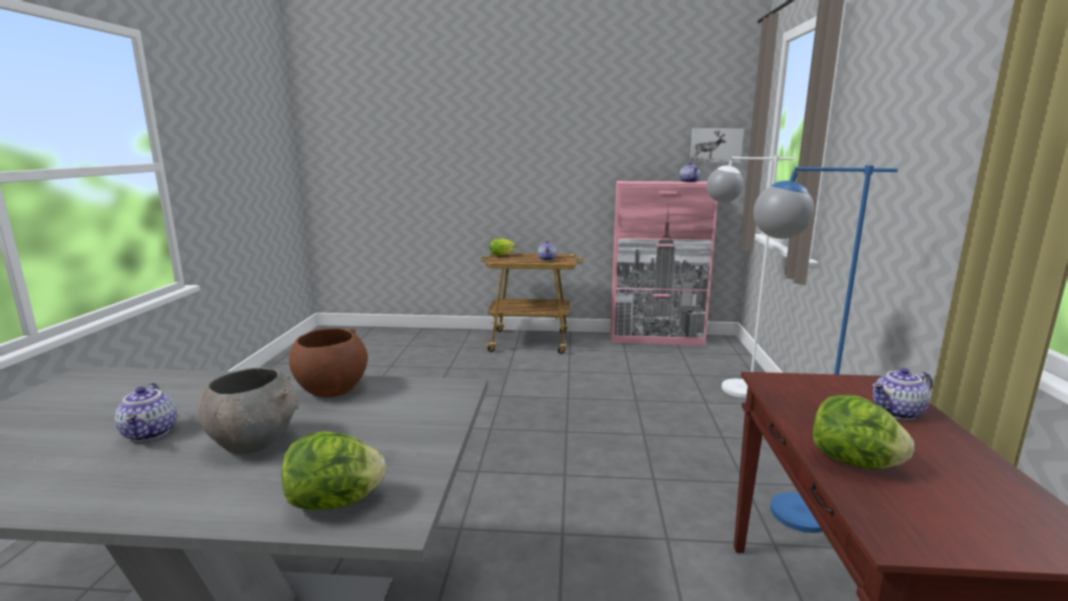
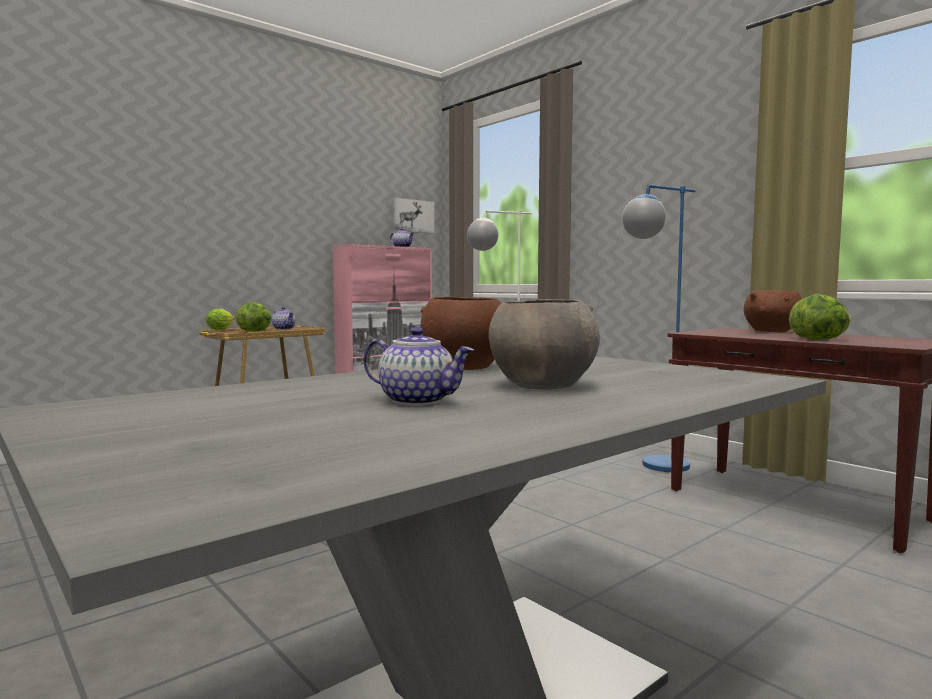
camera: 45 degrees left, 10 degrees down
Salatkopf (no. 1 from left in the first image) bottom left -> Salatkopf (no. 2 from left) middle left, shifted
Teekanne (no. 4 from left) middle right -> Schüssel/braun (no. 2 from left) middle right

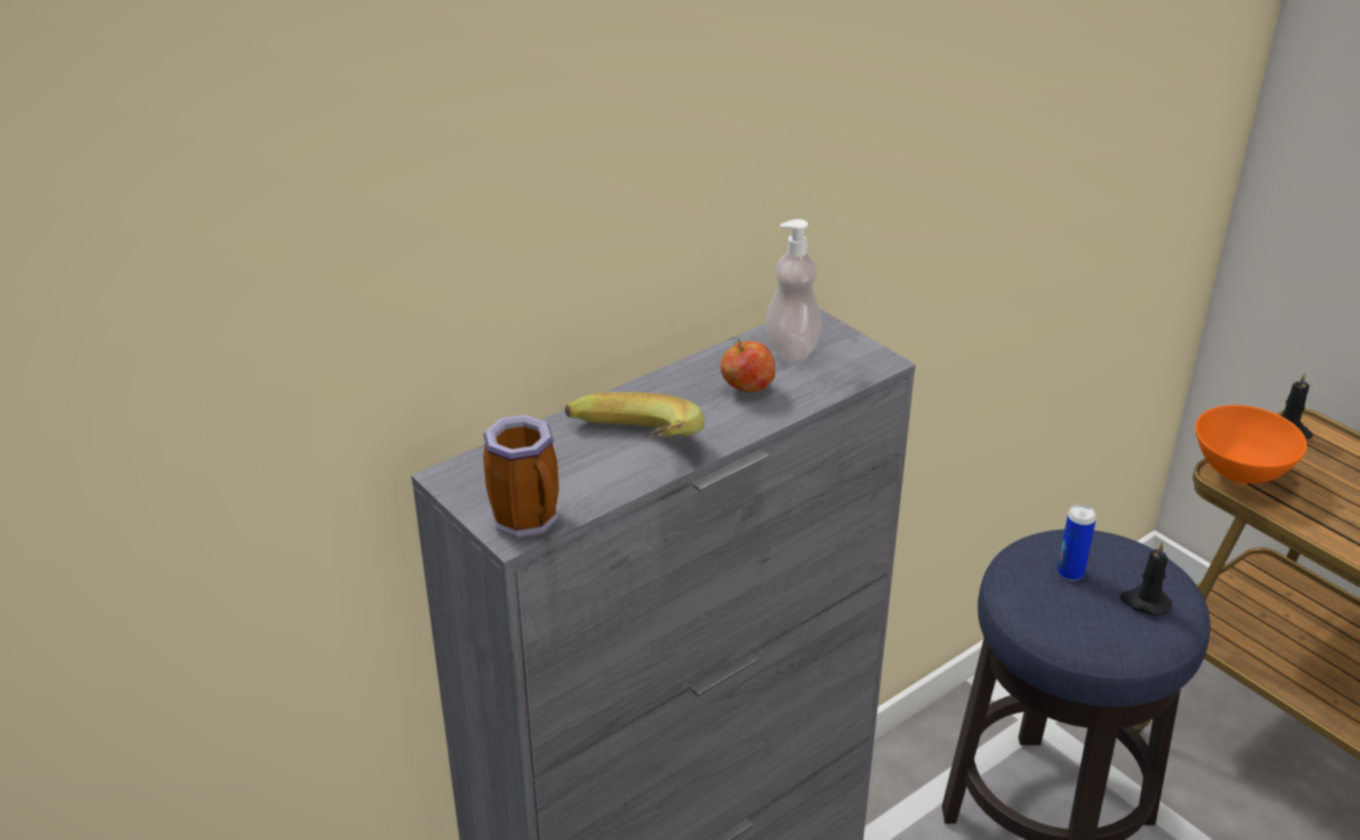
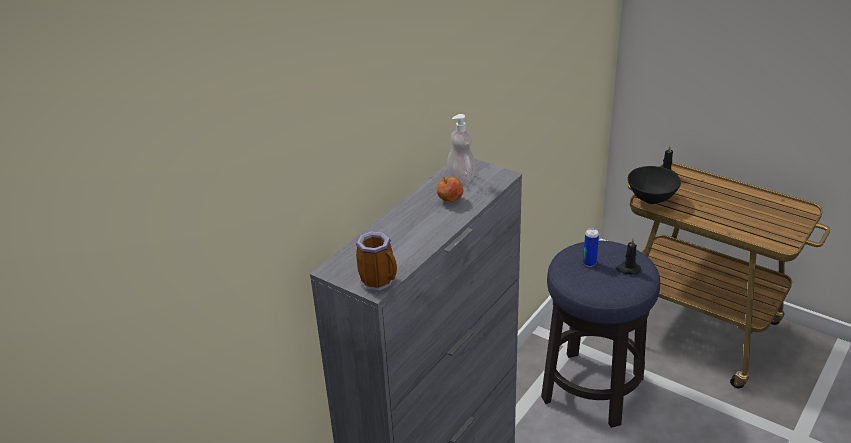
camera: 15 degrees left, 0 degrees up
Banane centre -> none
Schüssel/orange middle right -> Schüssel/schwarz middle right

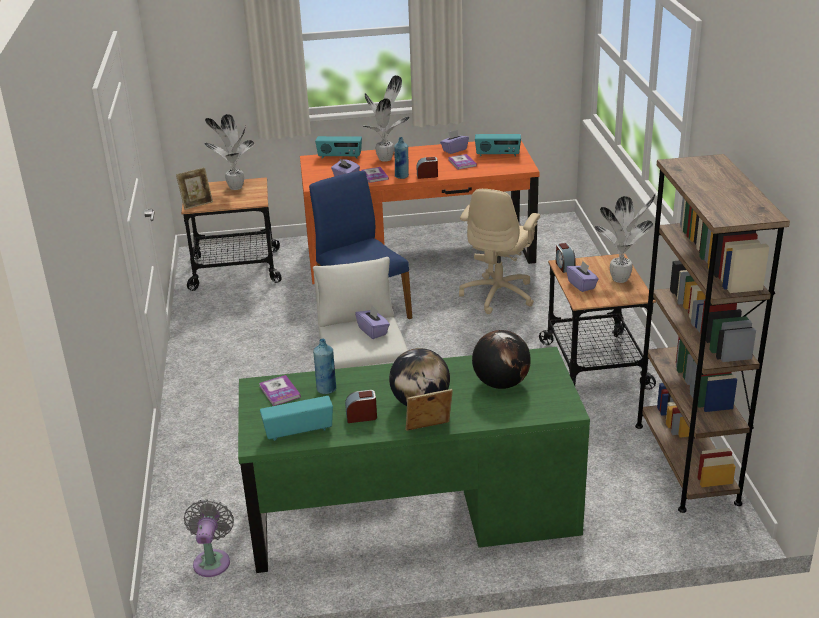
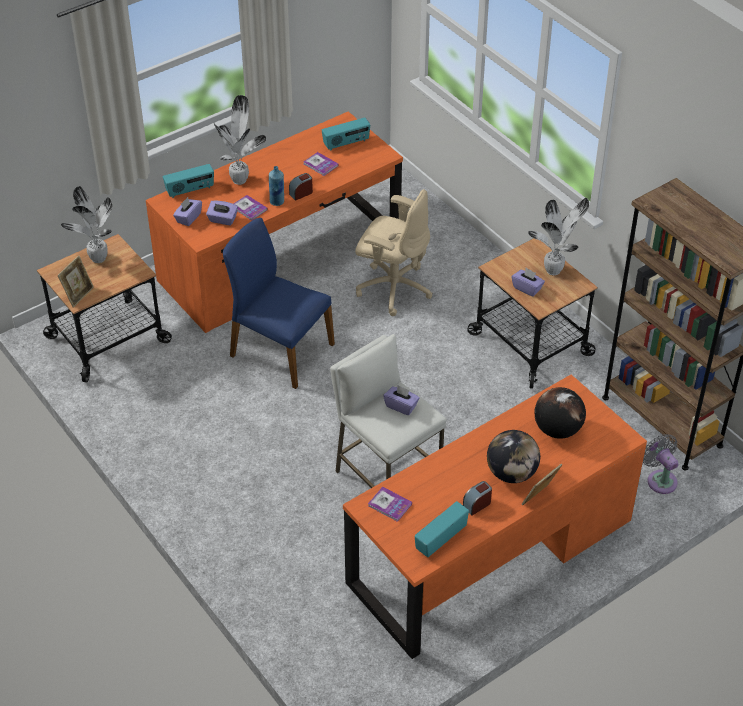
camera: 30 degrees left, 15 degrees up
Flasche/blau (no. 1 from left) centre -> none
Wecker (no. 3 from left) middle right -> none
Ventilator/grau bottom left -> Ventilator/grau middle right, shifted
Taschentuchbox/lila (no. 3 from left in the first image) top centre -> Taschentuchbox/lila (no. 1 from left) top left, shifted
Schreibtisch/grün bottom centre -> Schreibtisch/orange (no. 2 from left) bottom centre
Bürostuhl/beige centre, 60 degrees counterclockwise

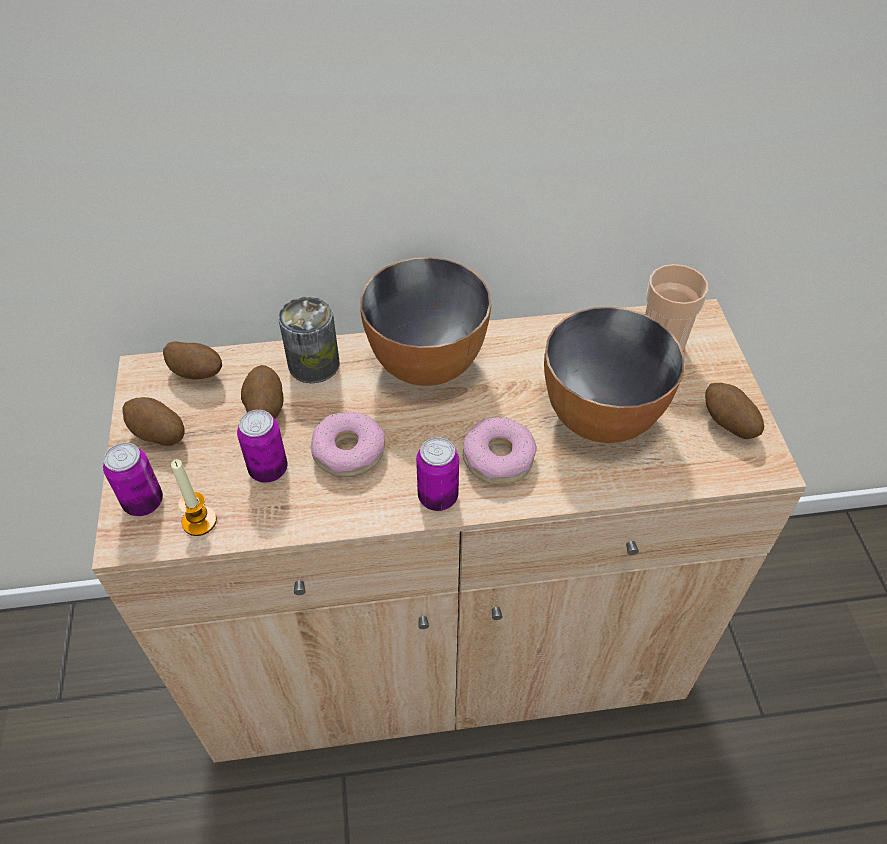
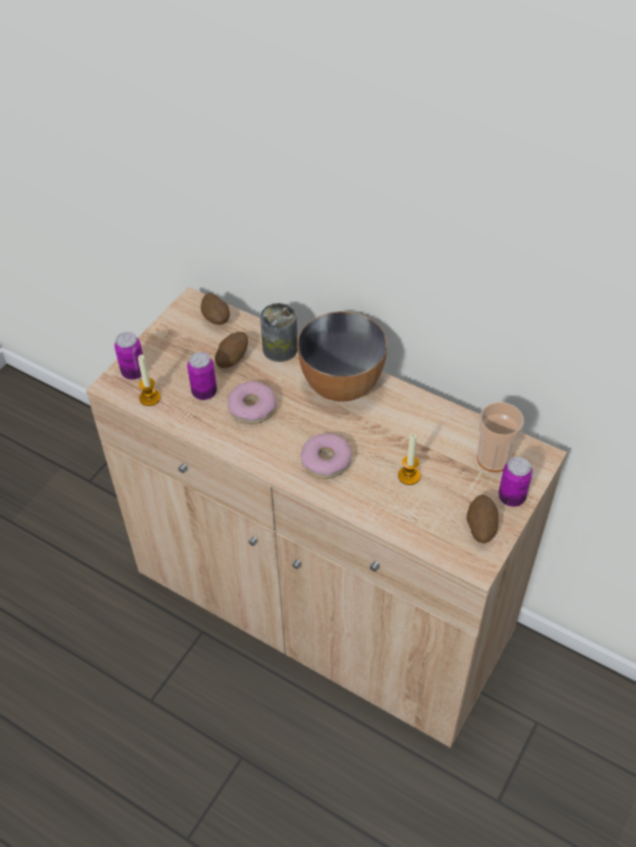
camera: 40 degrees right, 0 degrees up
Kartoffel (no. 1 from left) middle left -> none
Dose (no. 4 from left) centre -> Dose (no. 4 from left) middle right, shifted
Schüssel (no. 2 from left) middle right -> Kerze (no. 2 from left) centre

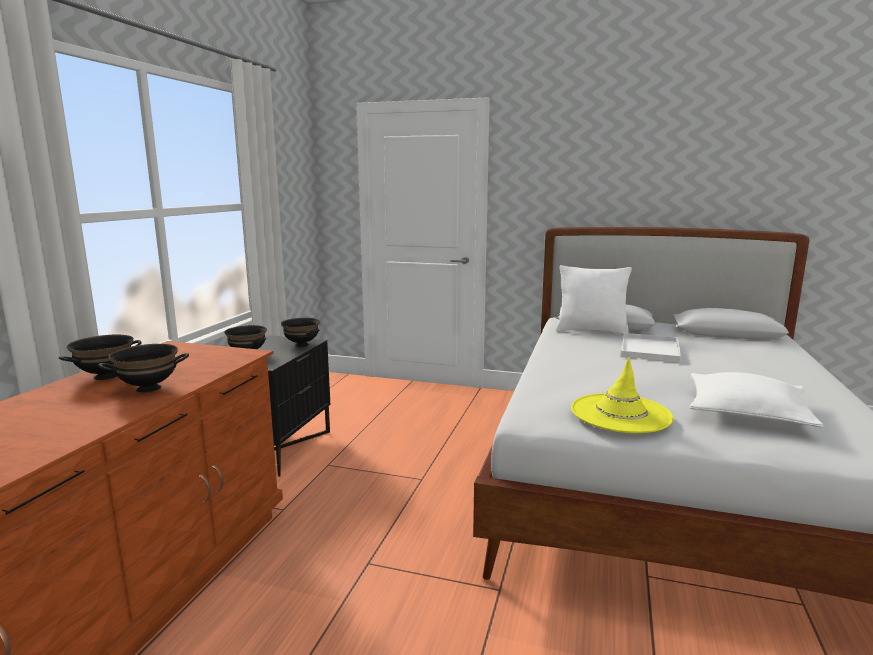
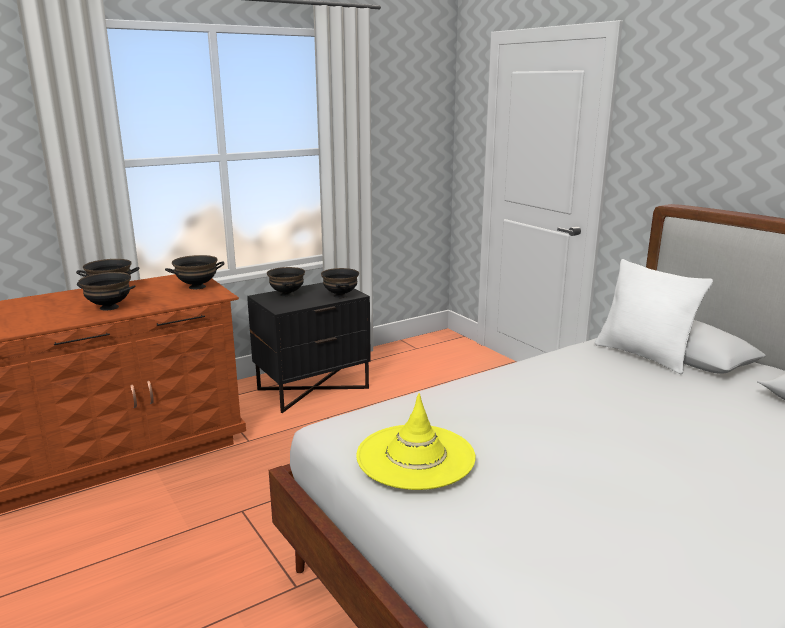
camera: 40 degrees right, 5 degrees up
Tablett/weiß middle right -> none
Kissen/weiß (no. 2 from left) middle right -> none
none -> Schüssel/schwarz (no. 3 from left) middle left

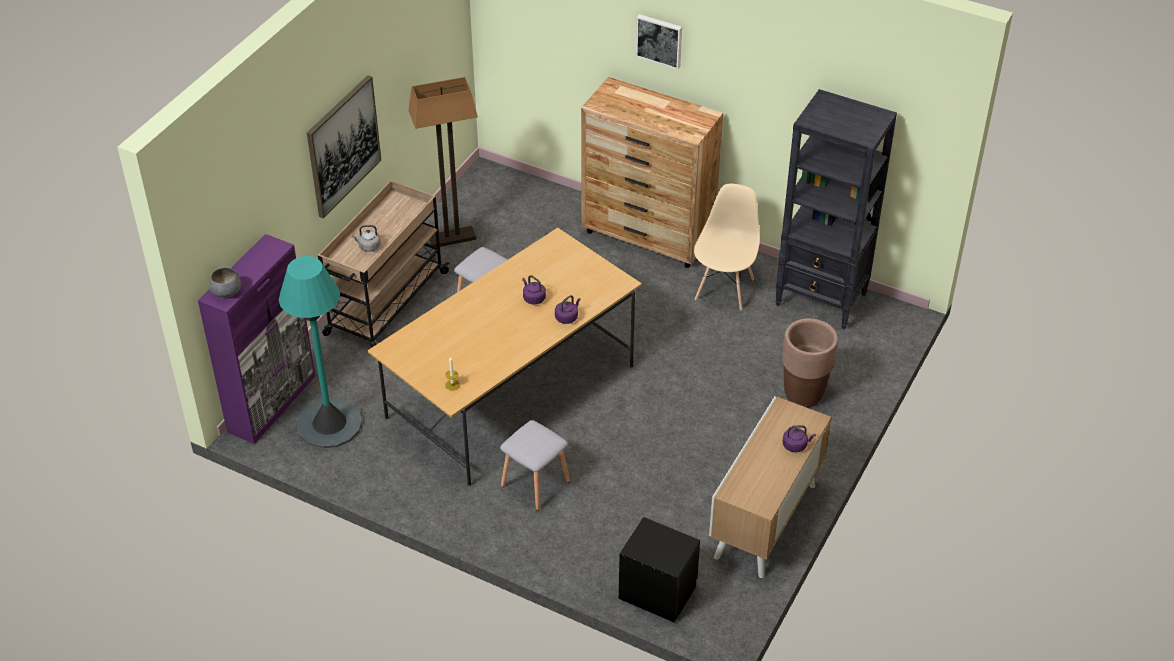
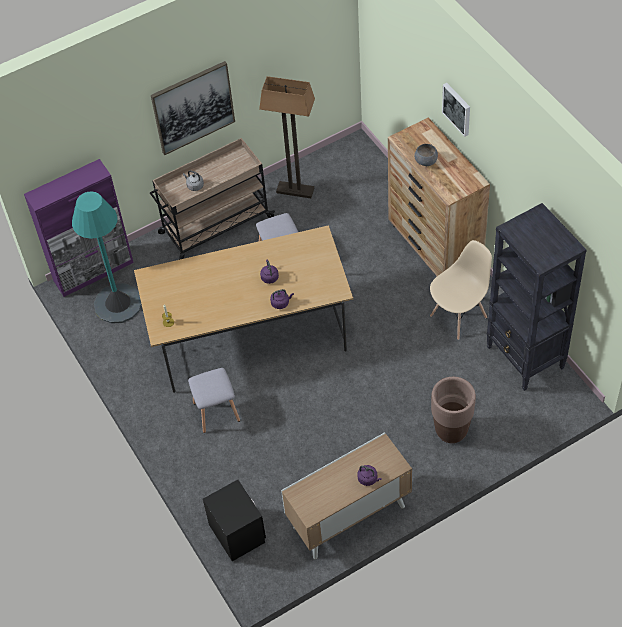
camera: 35 degrees right, 10 degrees up
Schüssel/grau middle left -> Schüssel/grau top right, shifted

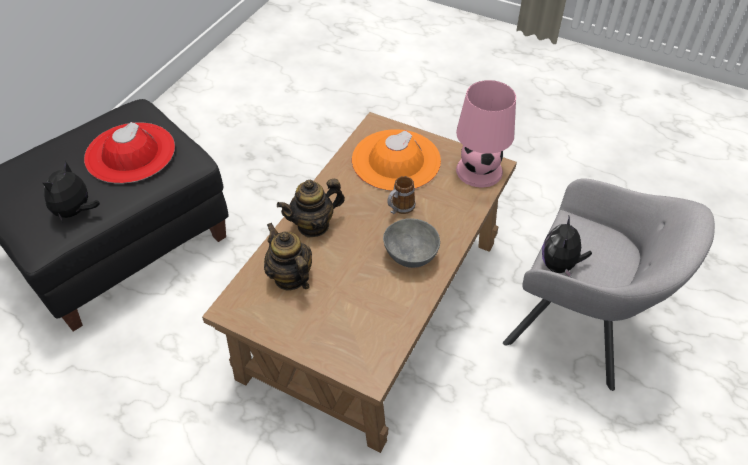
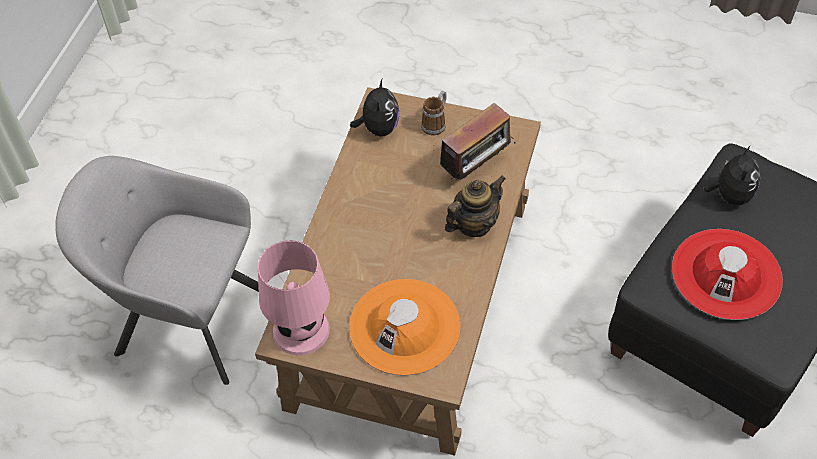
camera: 170 degrees right, 5 degrees up
Schüssel/grau centre -> none
Henkelbecher centre -> Henkelbecher top centre, shifted
Plüschtier (no. 2 from left in the first image) middle right -> Plüschtier (no. 1 from left) top centre, shifted
Teekanne (no. 1 from left) centre -> Radio top centre

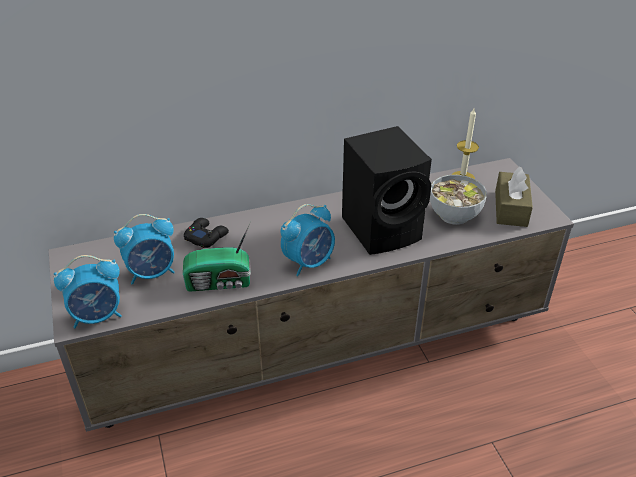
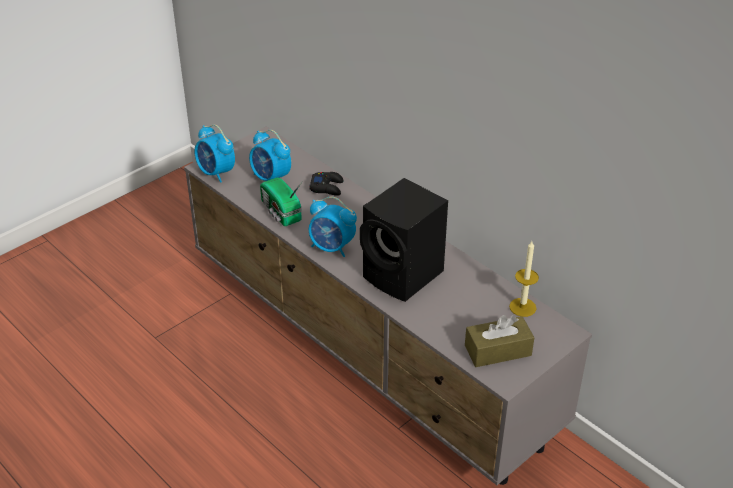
camera: 65 degrees right, 0 degrees up
Schüssel middle right -> none

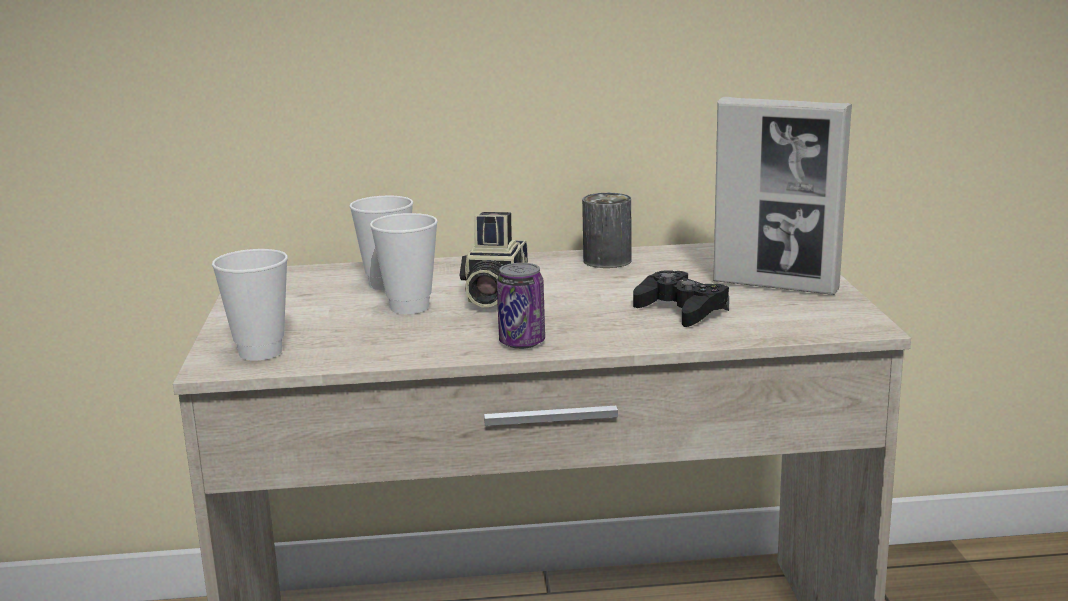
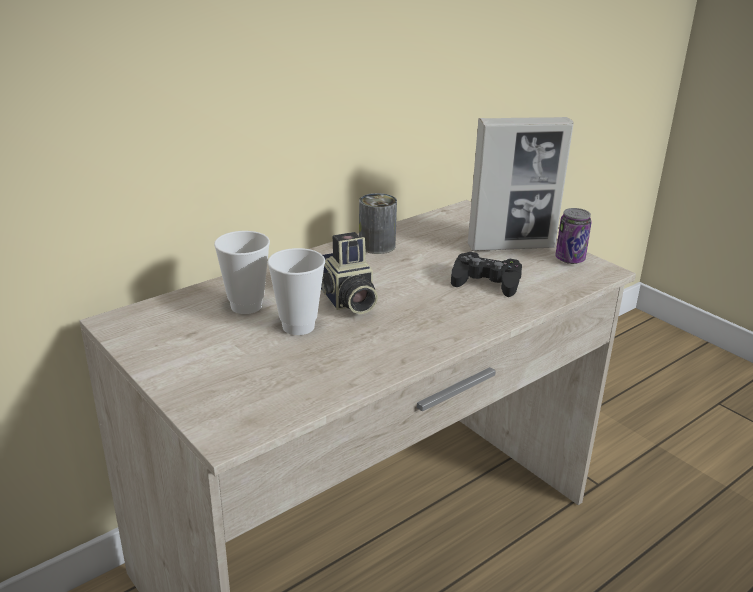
camera: 35 degrees left, 10 degrees up
Tasse (no. 1 from left) middle left -> none
Dose (no. 1 from left in the first image) centre -> Dose (no. 2 from left) middle right, shifted

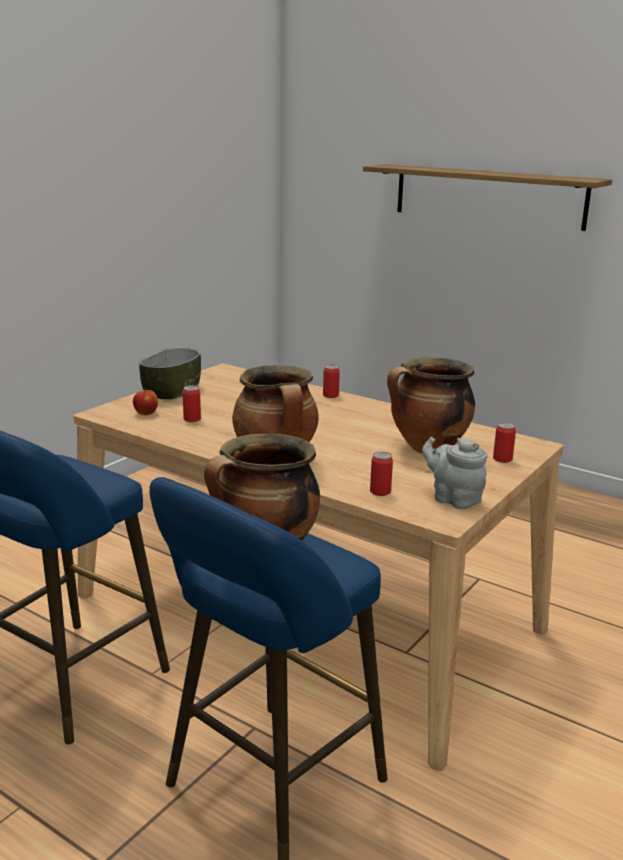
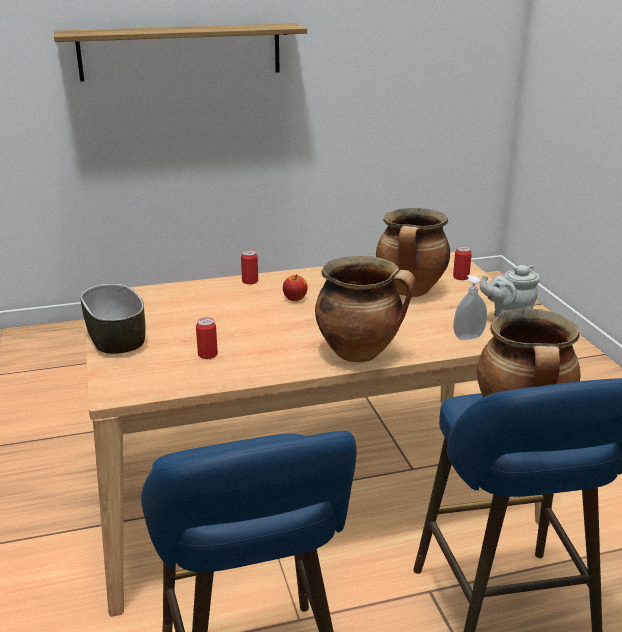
camera: 50 degrees left, 5 degrees up
Apfel middle left -> Apfel centre, shifted
Dose (no. 3 from left) centre -> Seifenspender middle right

